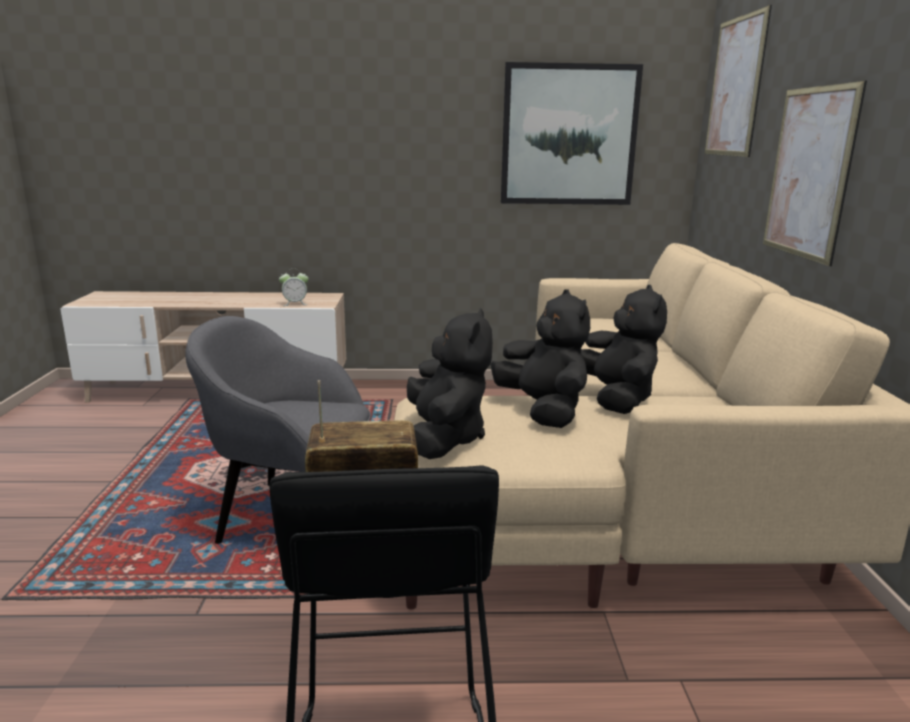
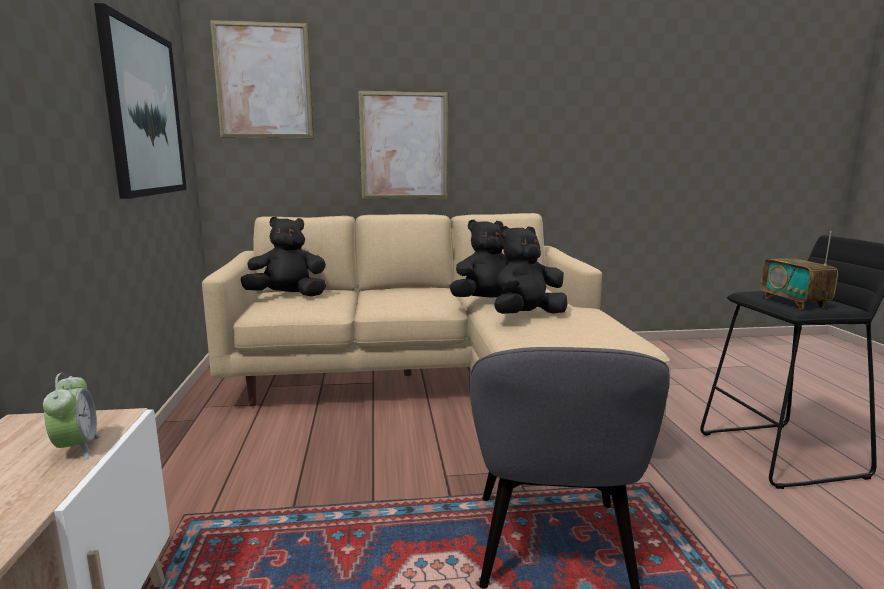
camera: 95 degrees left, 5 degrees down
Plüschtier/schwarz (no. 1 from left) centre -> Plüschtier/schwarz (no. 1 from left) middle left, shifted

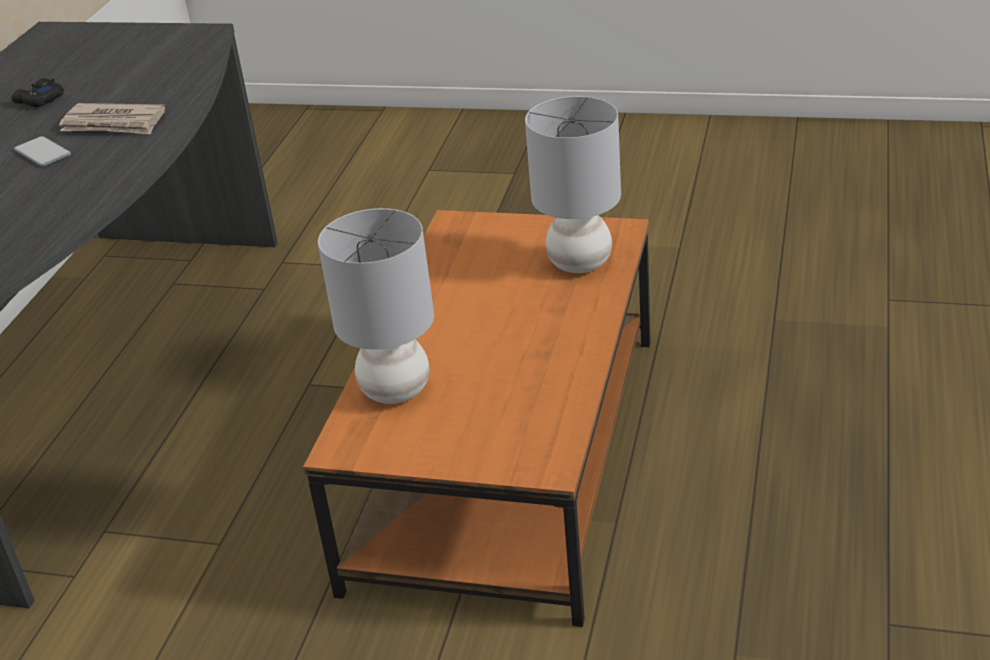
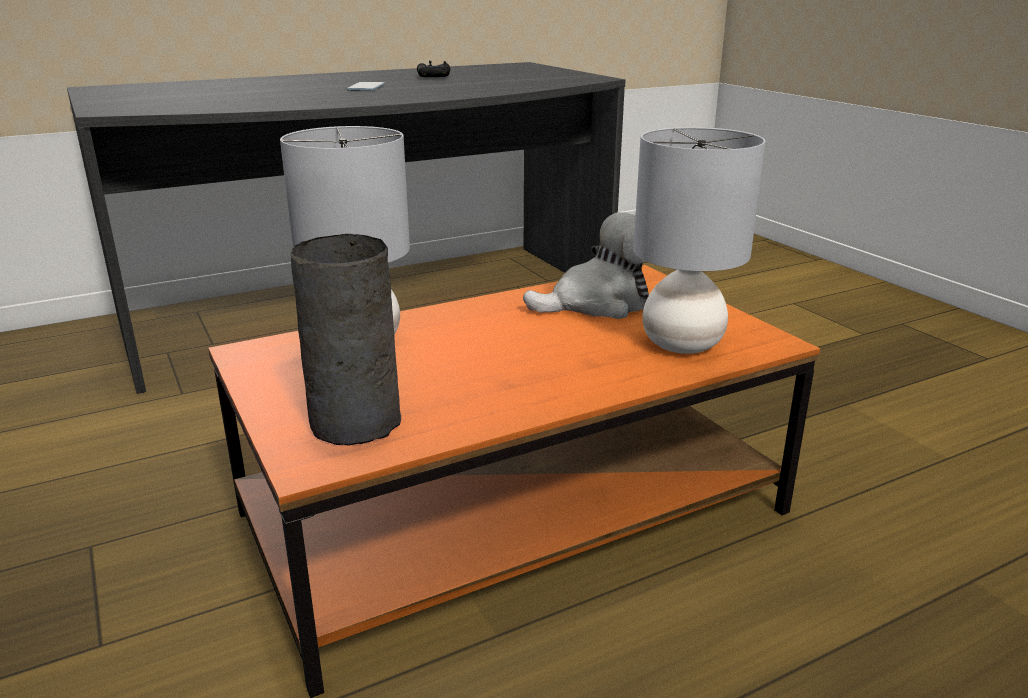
camera: 45 degrees right, 10 degrees down
Zeitung top left -> none
none -> Vase/grau centre
none -> Plüschtier centre

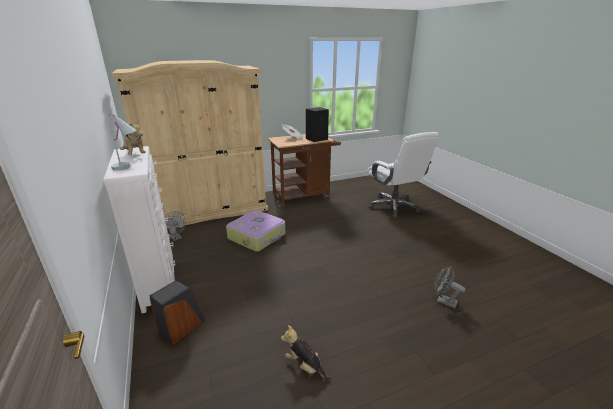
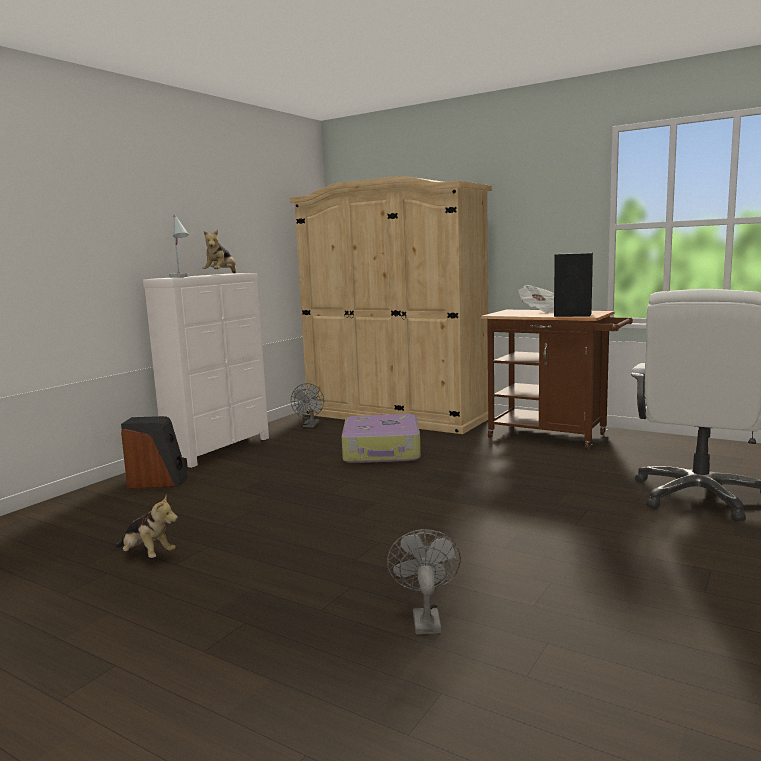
camera: 55 degrees right, 15 degrees down
Plüschtier (no. 2 from left in the first image) bottom centre -> Plüschtier (no. 1 from left) bottom left, 120 degrees clockwise

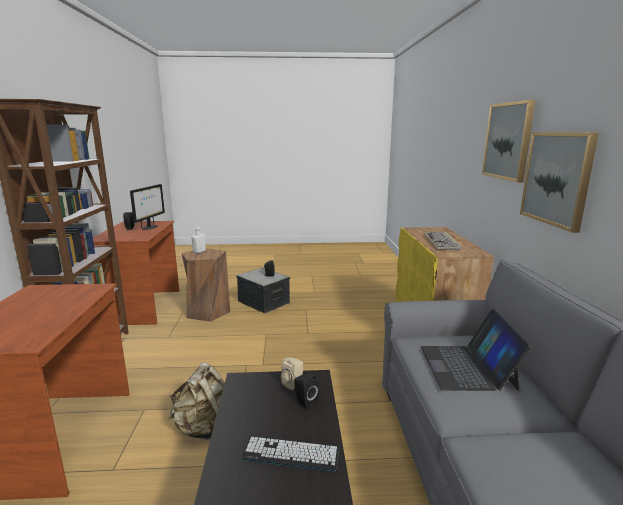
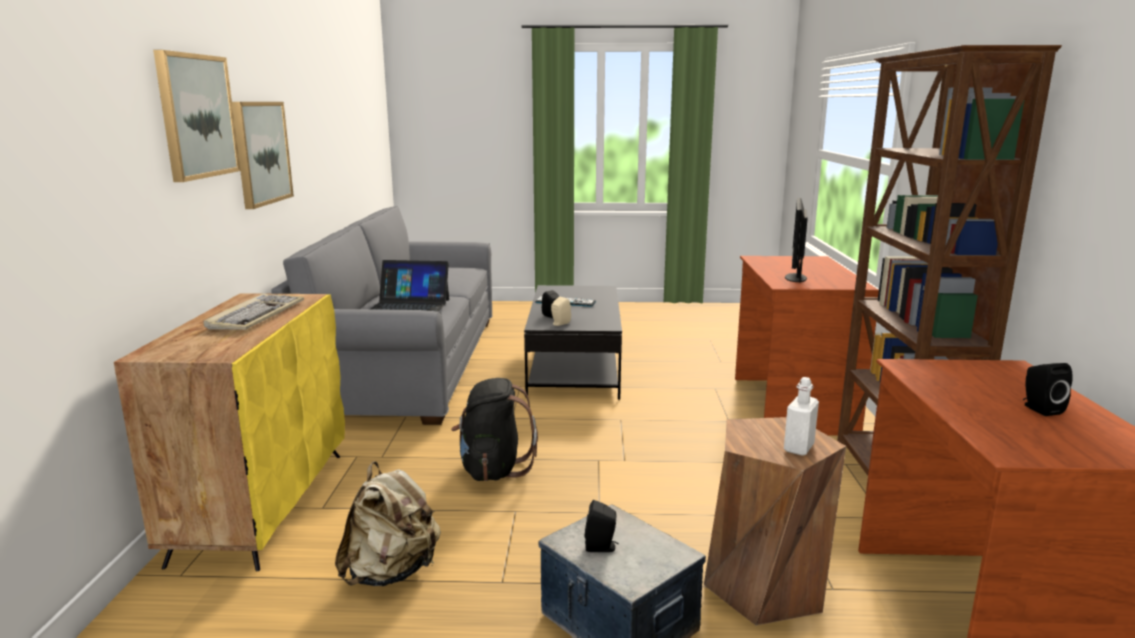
camera: 175 degrees left, 0 degrees up
none -> Rucksack/schwarz bottom centre
Monitor middle left -> Monitor middle right, shifted
Rucksack/beige bottom left -> Rucksack/beige bottom centre, shifted
Laptop bottom right -> Laptop centre, 90 degrees clockwise

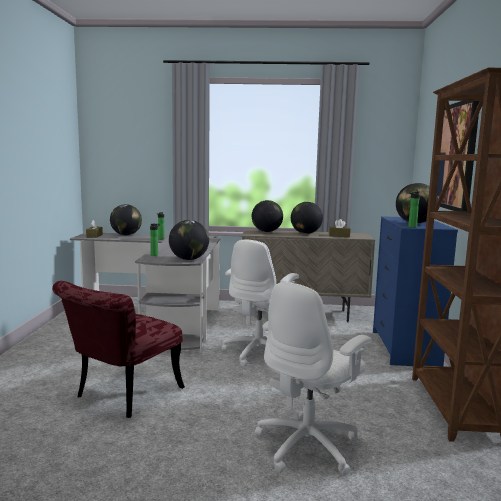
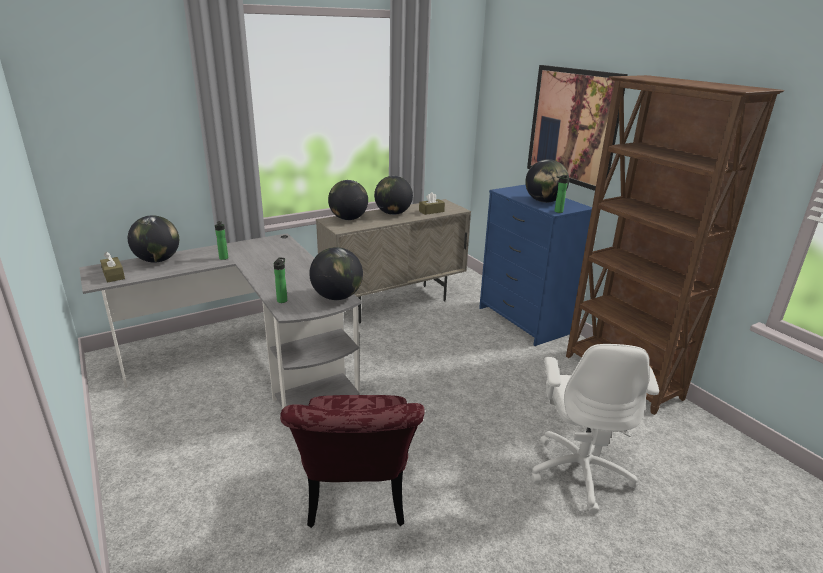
camera: 35 degrees left, 15 degrees up
Bürostuhl/weiß (no. 1 from left) centre -> none

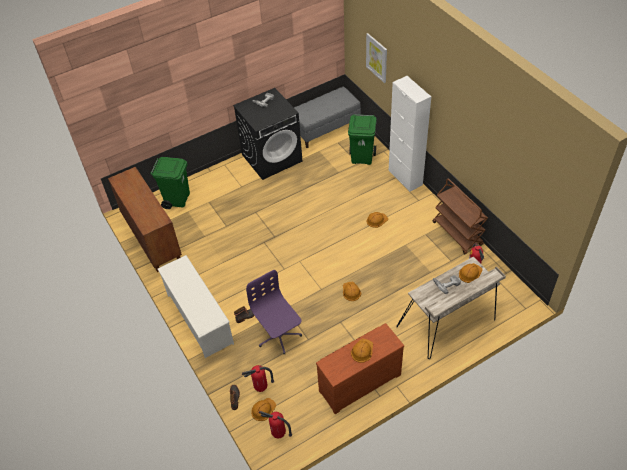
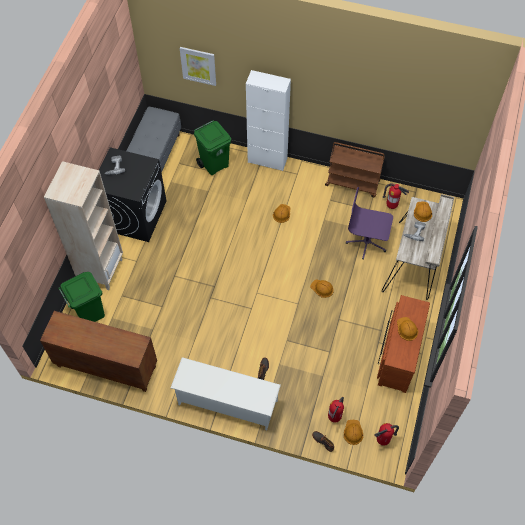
camera: 45 degrees left, 10 degrees up
none -> Bücherregal/beige middle left
Bürostuhl/lila centre -> Bürostuhl/lila middle right, shifted

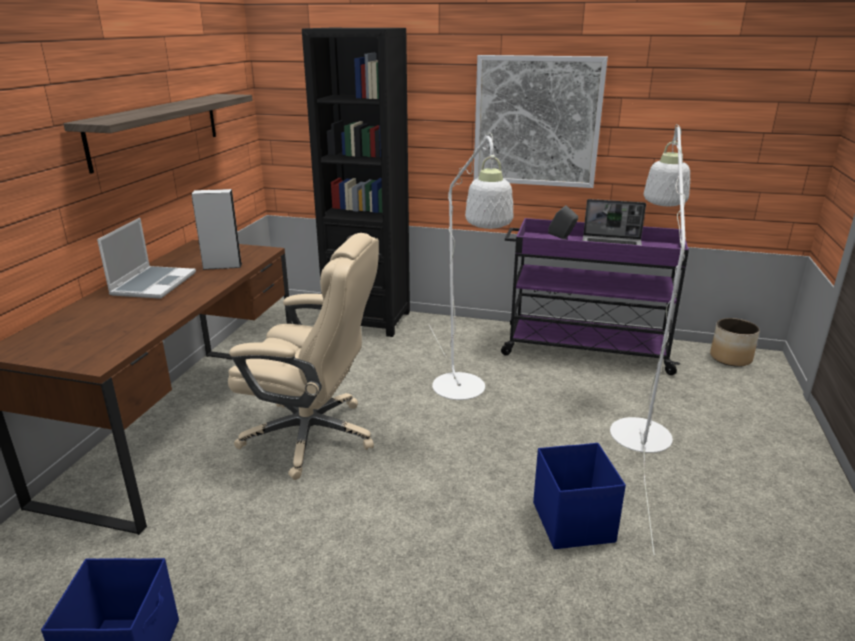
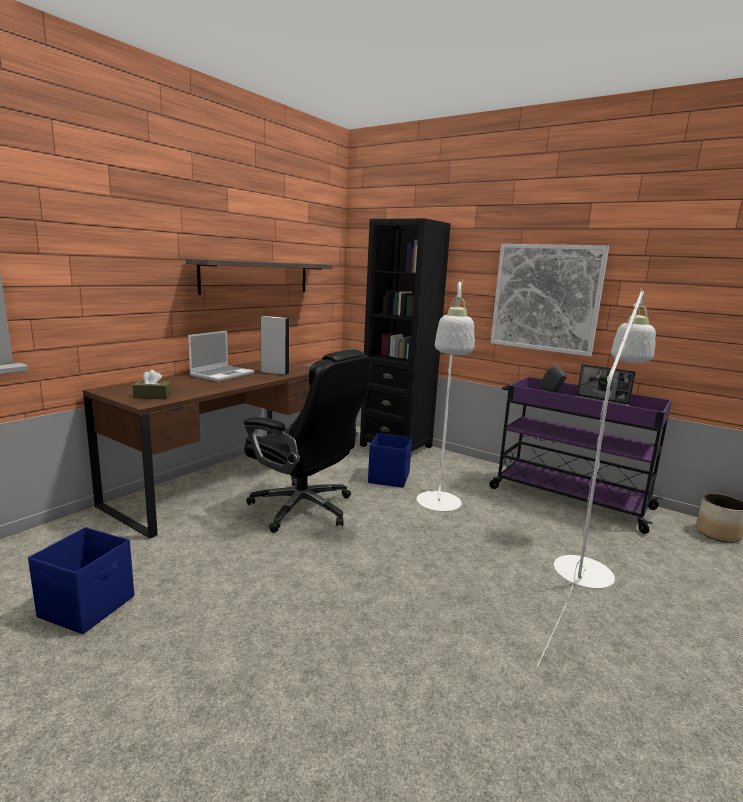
camera: 20 degrees right, 10 degrees down
none -> Taschentuchbox/braun middle left
Aufbewahrungsbox/blau (no. 2 from left) bottom right -> Aufbewahrungsbox/blau (no. 2 from left) centre, shifted
Bürostuhl/beige centre -> Bürostuhl/schwarz centre

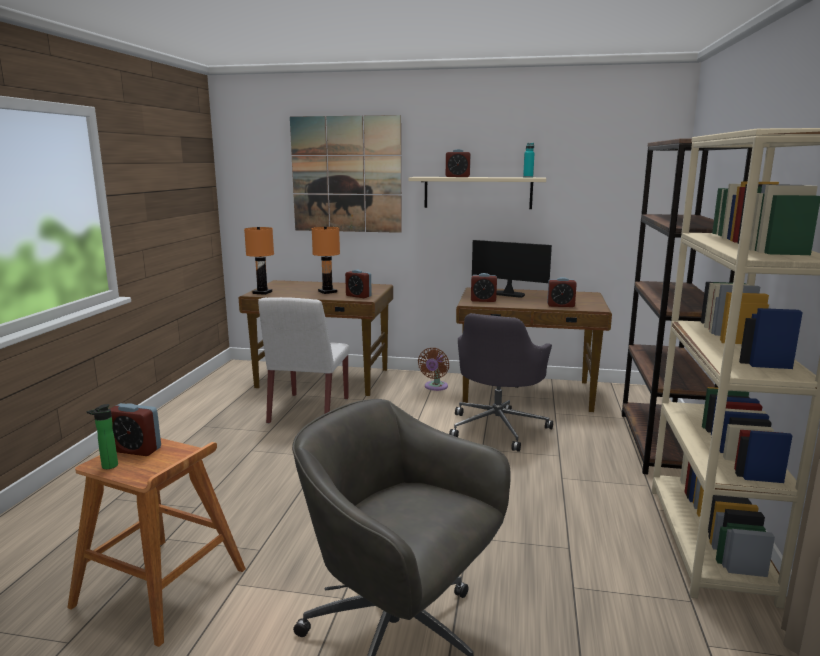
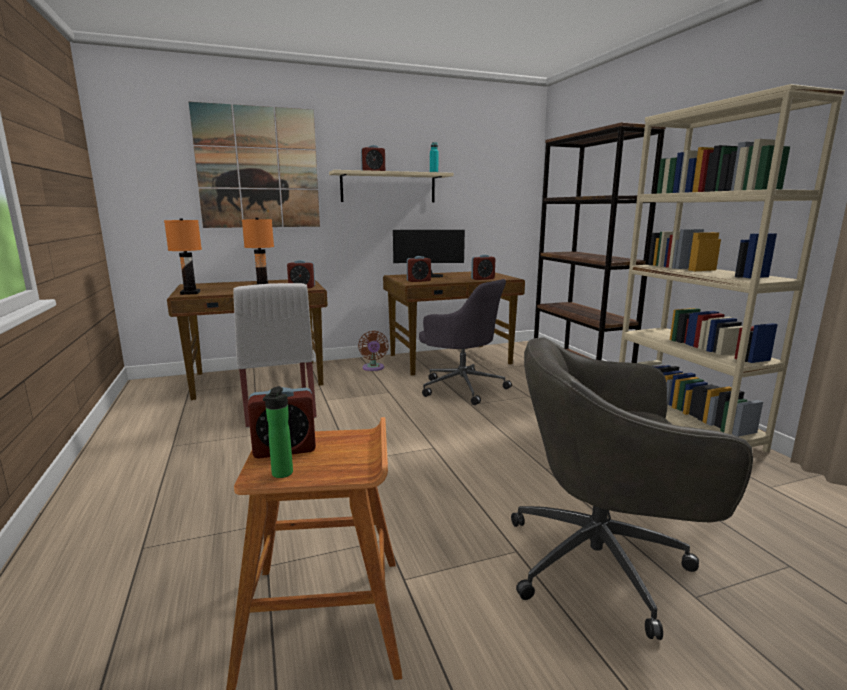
camera: 30 degrees left, 0 degrees up
Bürostuhl/grau (no. 2 from left in the first image) centre -> Bürostuhl/grau (no. 1 from left) centre, 45 degrees counterclockwise

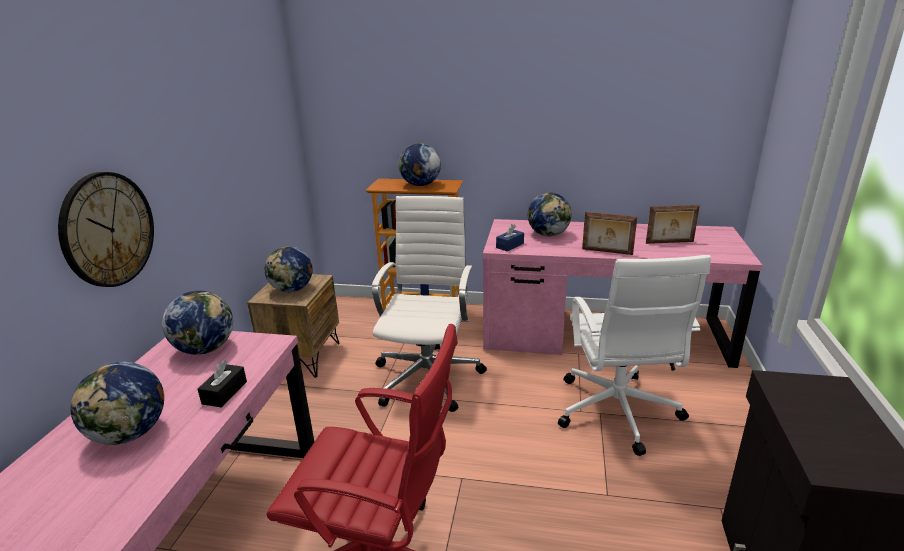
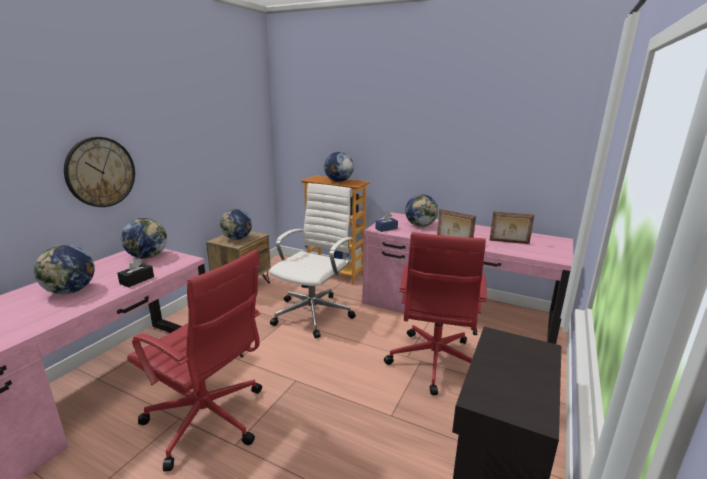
camera: 15 degrees right, 5 degrees down
Bürostuhl/weiß (no. 2 from left) middle right -> Bürostuhl/rot (no. 2 from left) centre

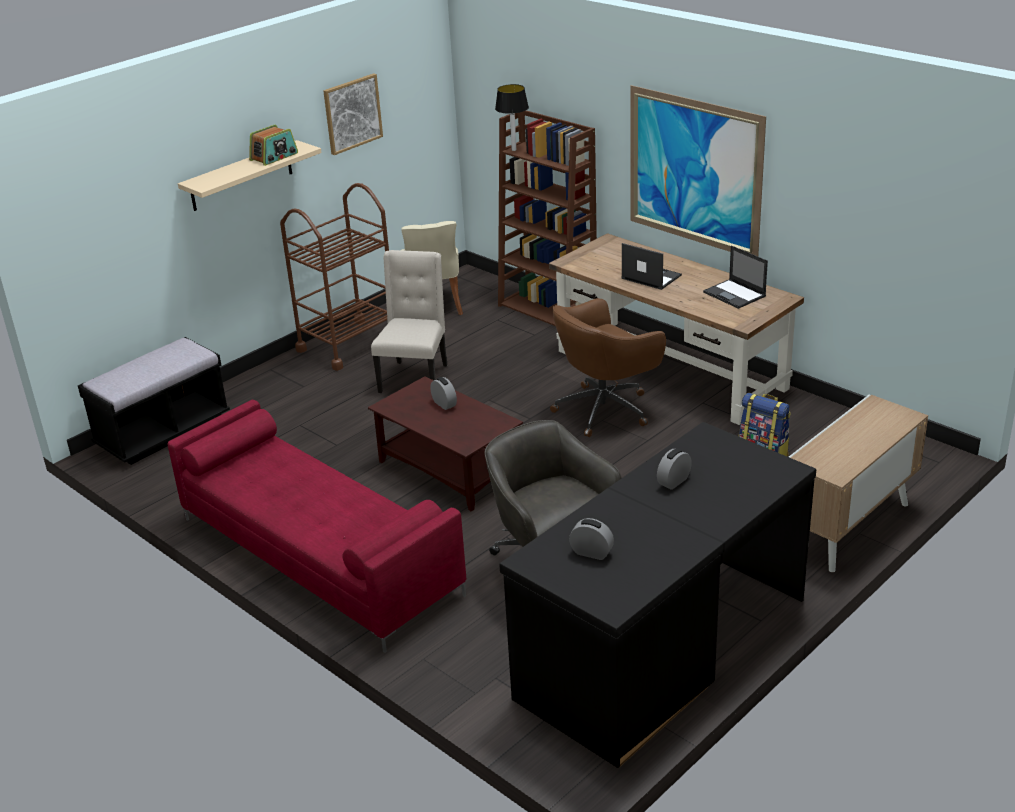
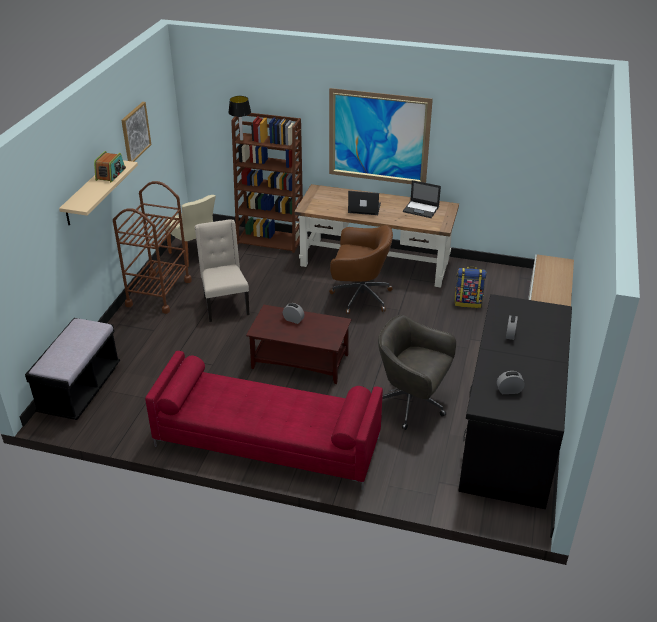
camera: 30 degrees left, 5 degrees up
Bürostuhl/braun centre, 105 degrees counterclockwise

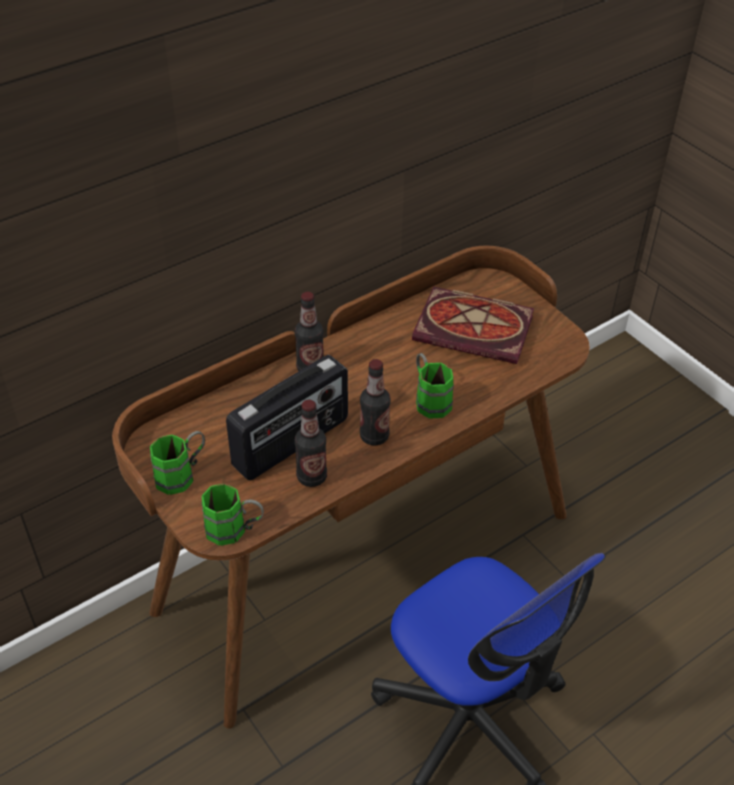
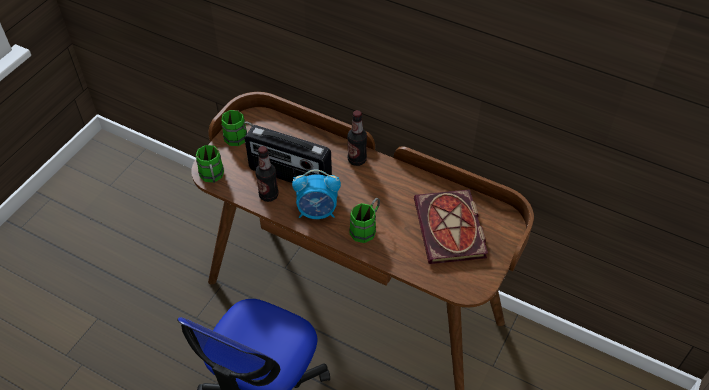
camera: 65 degrees right, 5 degrees up
Flasche (no. 3 from left) centre -> Wecker centre

